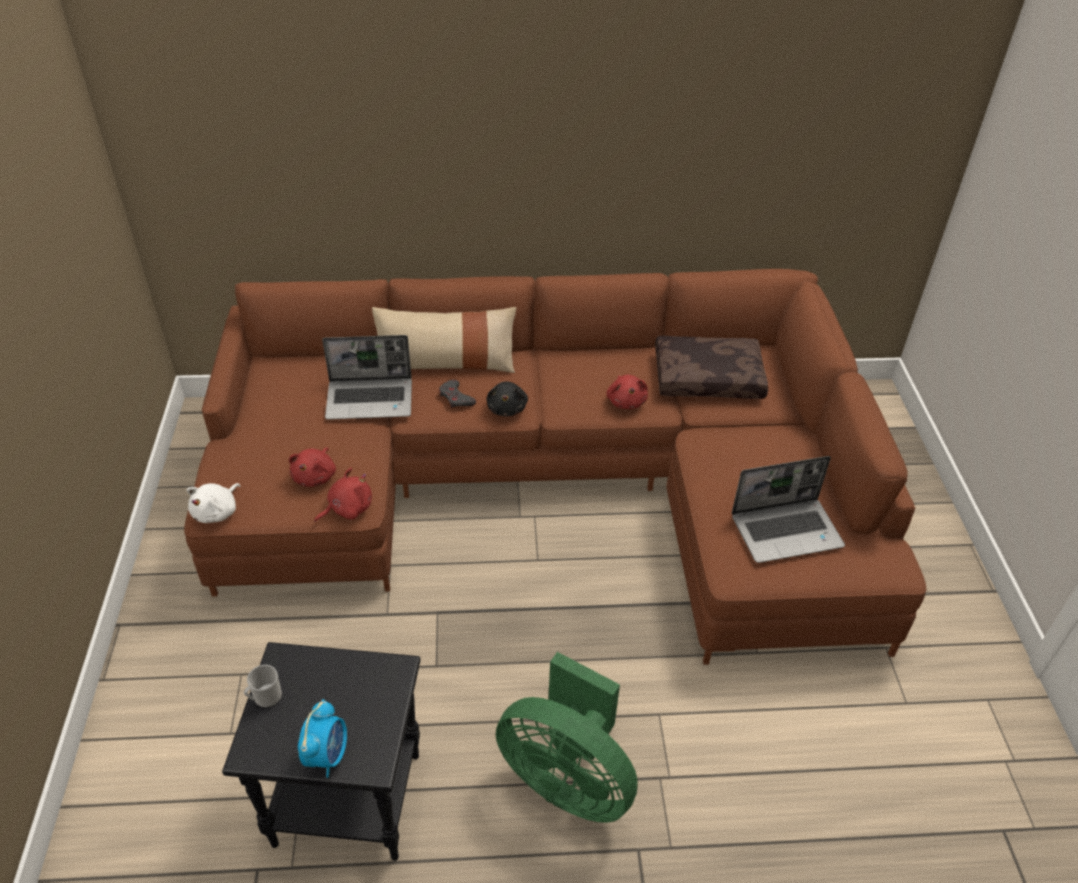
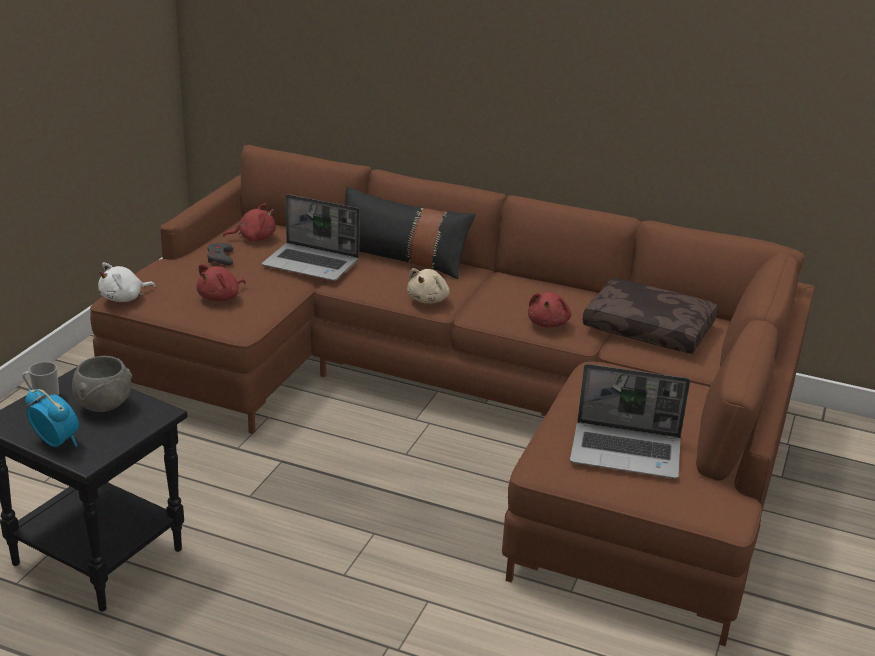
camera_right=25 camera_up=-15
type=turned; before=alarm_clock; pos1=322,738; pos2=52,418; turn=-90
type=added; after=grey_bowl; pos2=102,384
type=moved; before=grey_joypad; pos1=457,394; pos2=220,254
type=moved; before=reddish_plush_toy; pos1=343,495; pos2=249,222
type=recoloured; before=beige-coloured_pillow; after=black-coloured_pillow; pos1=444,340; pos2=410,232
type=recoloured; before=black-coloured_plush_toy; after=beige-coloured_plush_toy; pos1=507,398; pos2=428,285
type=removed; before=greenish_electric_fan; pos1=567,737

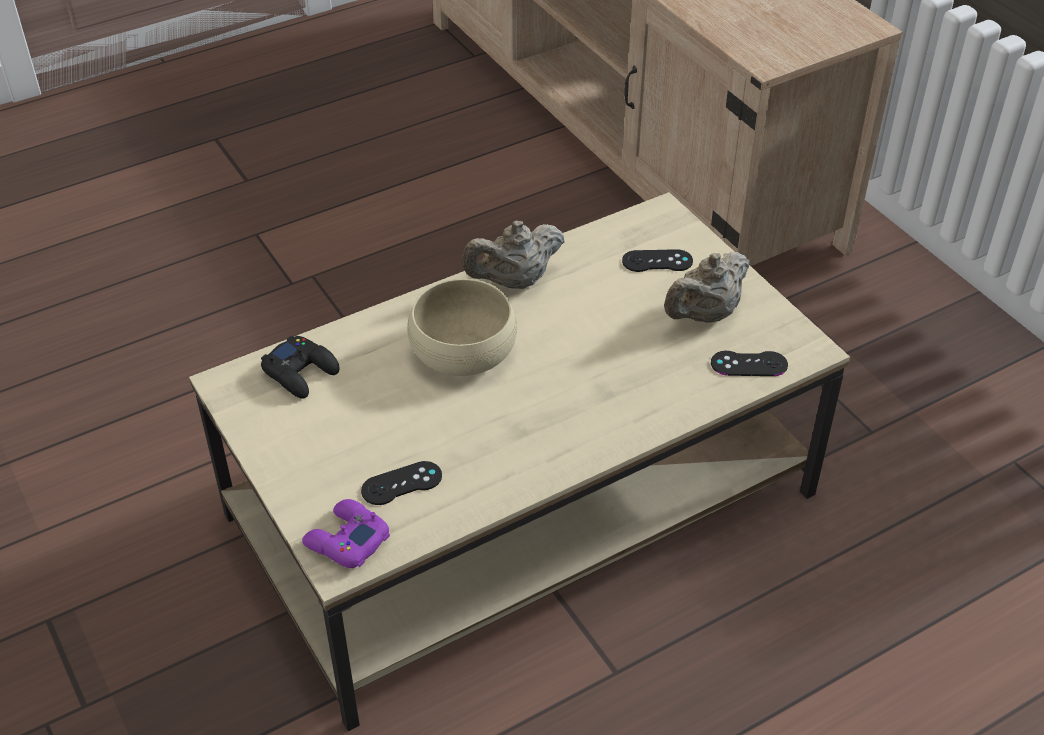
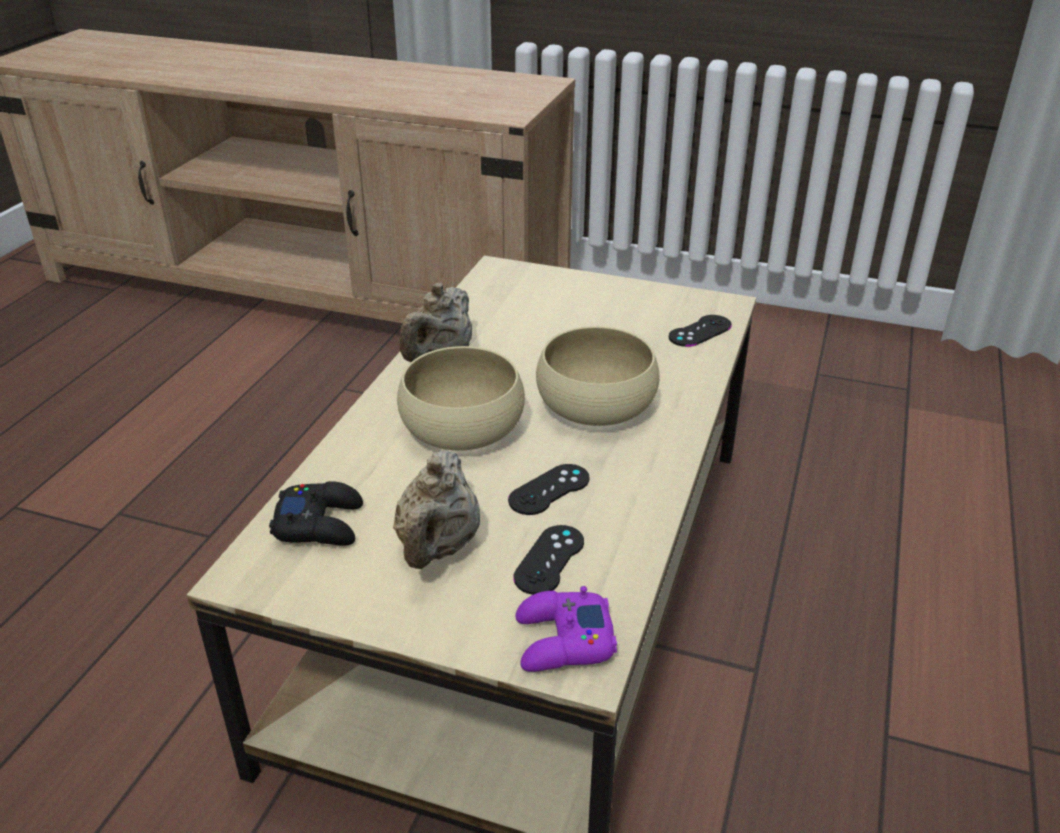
camera_right=-40 camera_up=-10
type=moved; before=beige-coloured_teapot; pos1=706,287; pos2=436,510
type=moved; before=black-coloured_joypad; pos1=657,260; pos2=549,489
type=added; after=beige-coloured_bowl; pos2=597,376

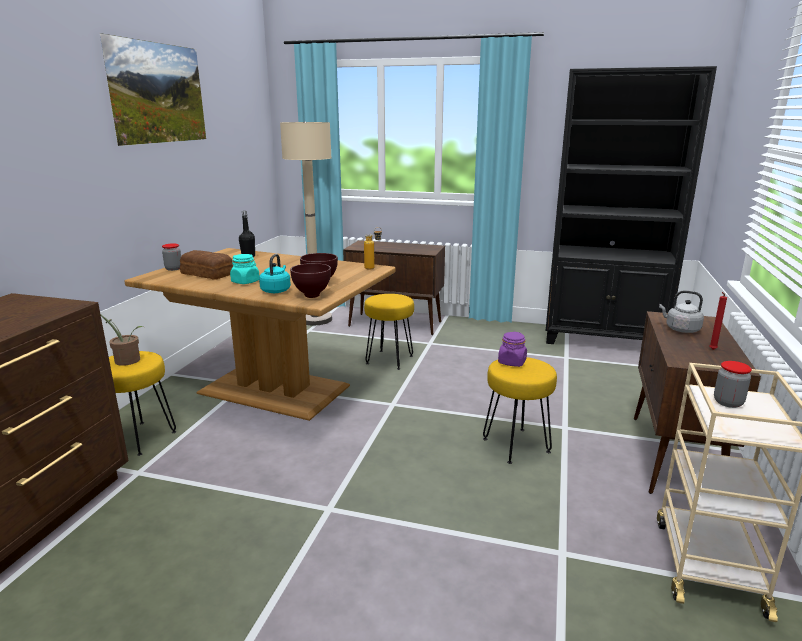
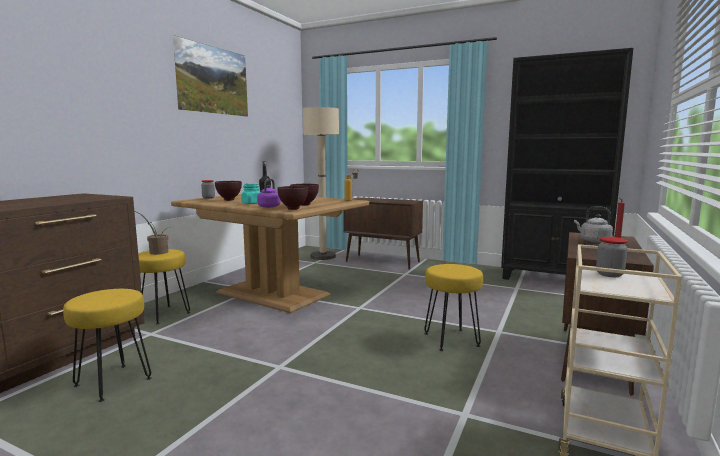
camera_right=10 camera_up=-10
type=moved; before=yellow-coloured_sitting_stool; pos1=389,332; pos2=107,345
type=replaced; before=bread; after=brown_bowl; pos1=206,265; pos2=228,191
type=recoloured; before=turquoise-coloured_tea_kettle; after=purplish_tea_kettle; pos1=275,273; pos2=269,193
type=removed; before=purplish_preserve_jar; pos1=512,349

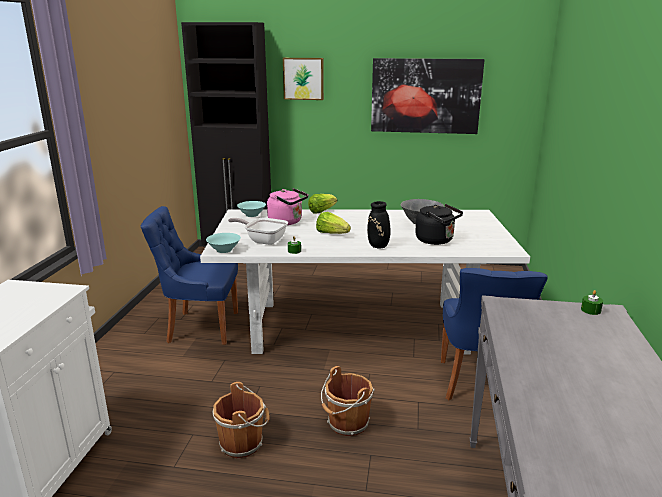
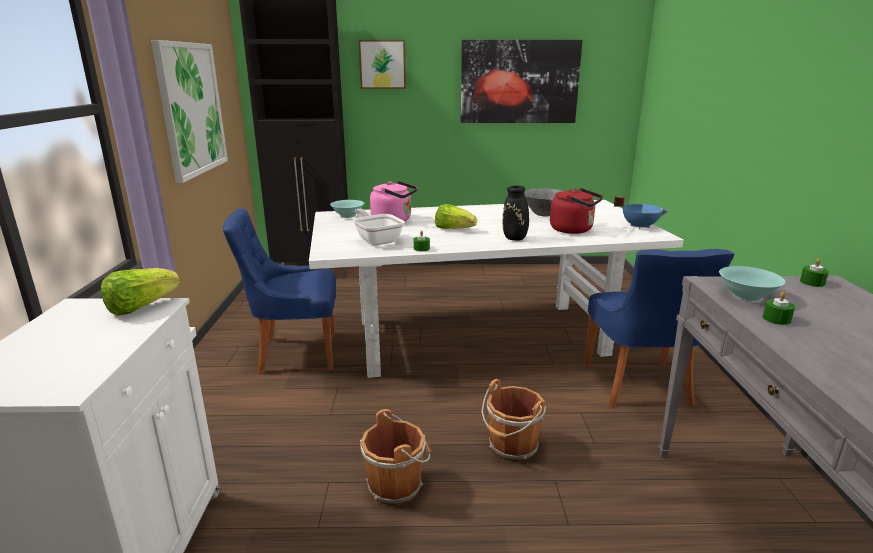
camera_right=-10 camera_up=0
type=moved; before=lettuce; pos1=322,204; pos2=140,292
type=added; after=wall_art; pos2=189,111
type=turned; before=pan; pos1=258,231; pos2=379,227; turn=45
type=recoloured; before=black-coloured_tea_kettle; after=reddish_tea_kettle; pos1=439,224; pos2=576,211
type=added; after=bluish_cooking_pot; pos2=641,212
type=moved; before=turquoise-coloured_bowl; pos1=223,243; pos2=752,283
type=added; after=greenish_candle; pos2=779,308

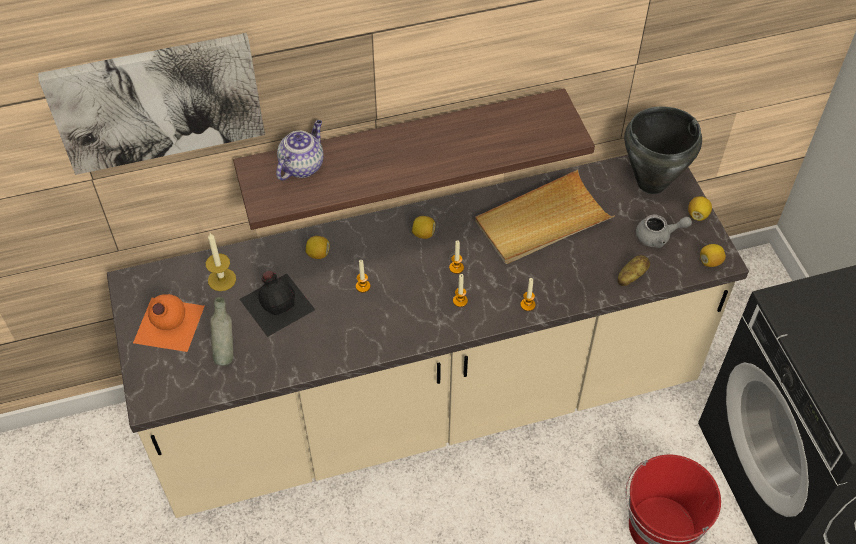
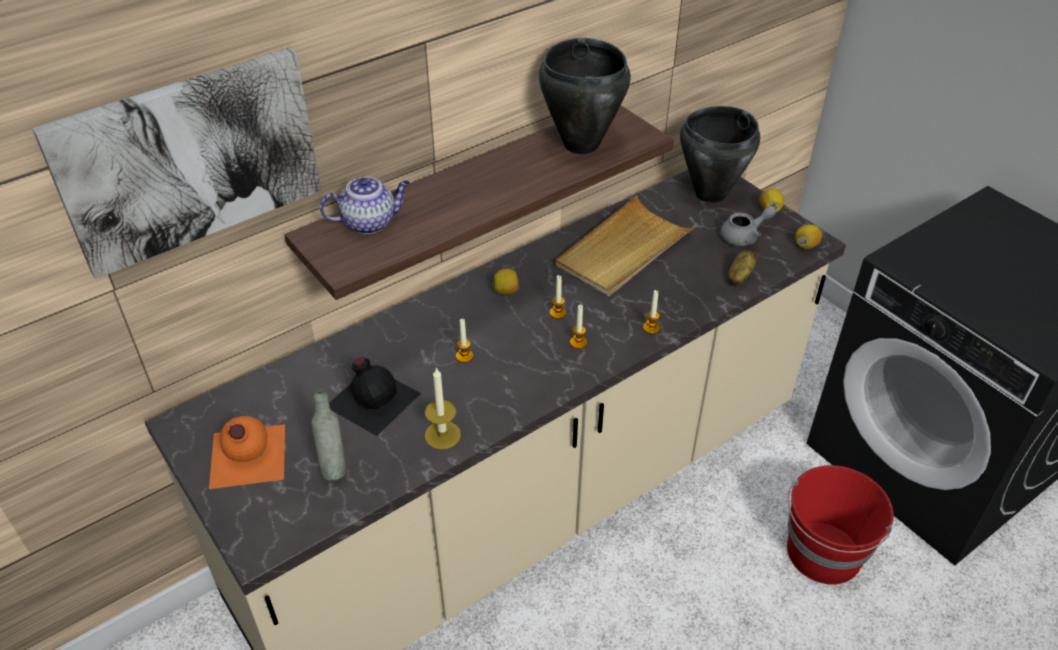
camera_right=-20 camera_up=-10
type=turned; before=teapot; pos1=300,150; pos2=365,205; turn=60
type=moved; before=candle; pos1=221,262; pos2=443,408
type=added; after=black-coloured_cooking_pot; pos2=585,96
type=removed; before=whole_lemon; pos1=318,247

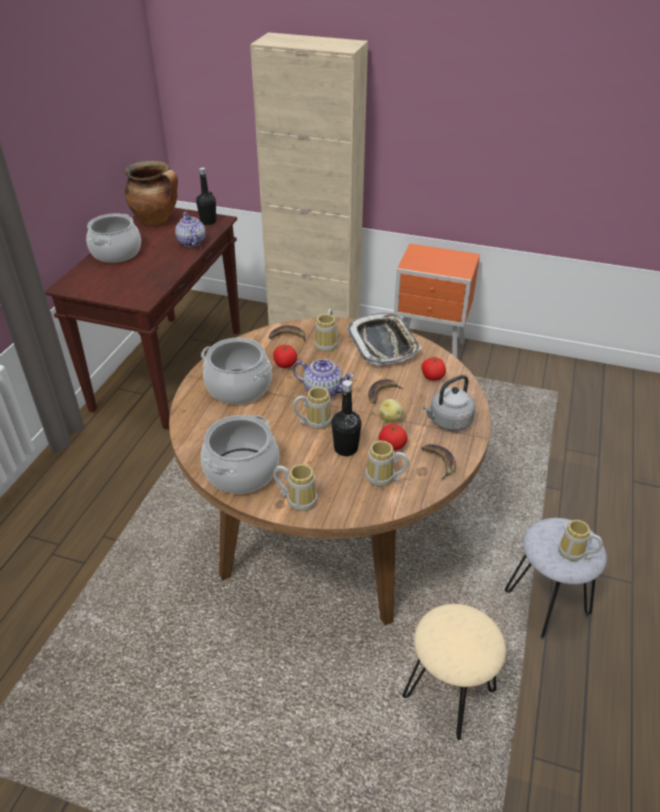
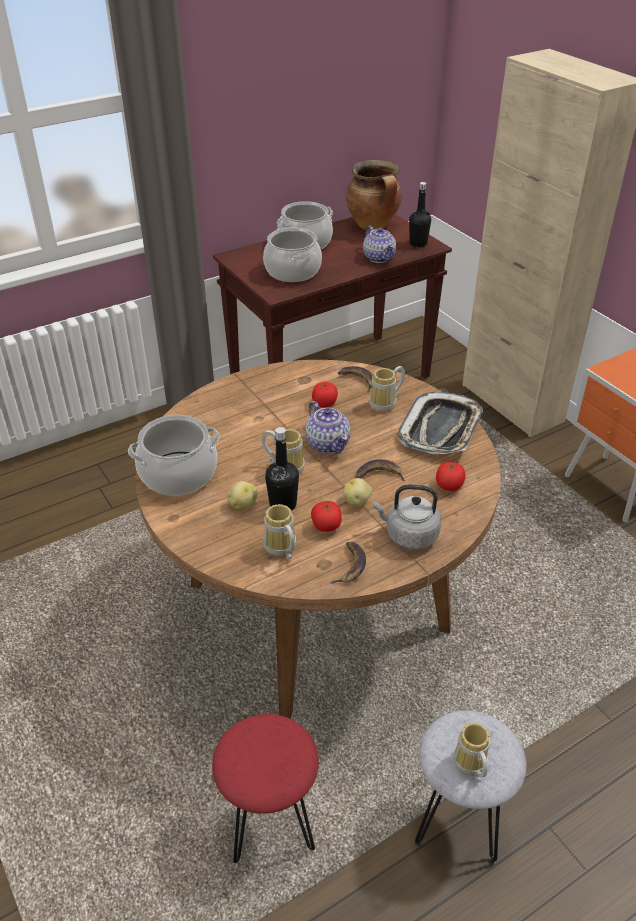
camera_right=40 camera_up=0
type=recoloured; before=beige-coloured_sitting_stool; after=reddish_sitting_stool; pos1=454,672; pos2=265,788
type=added; after=potato; pos2=242,495
type=moved; before=cooking_pot; pos1=236,371; pos2=292,255
type=turned; before=teapot; pos1=190,229; pos2=379,244; turn=135
type=removed; before=tea_mug; pos1=295,487

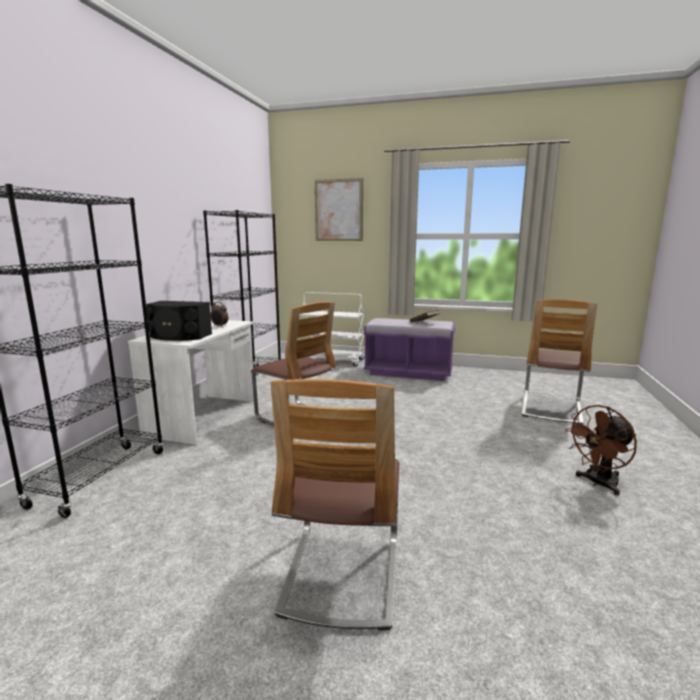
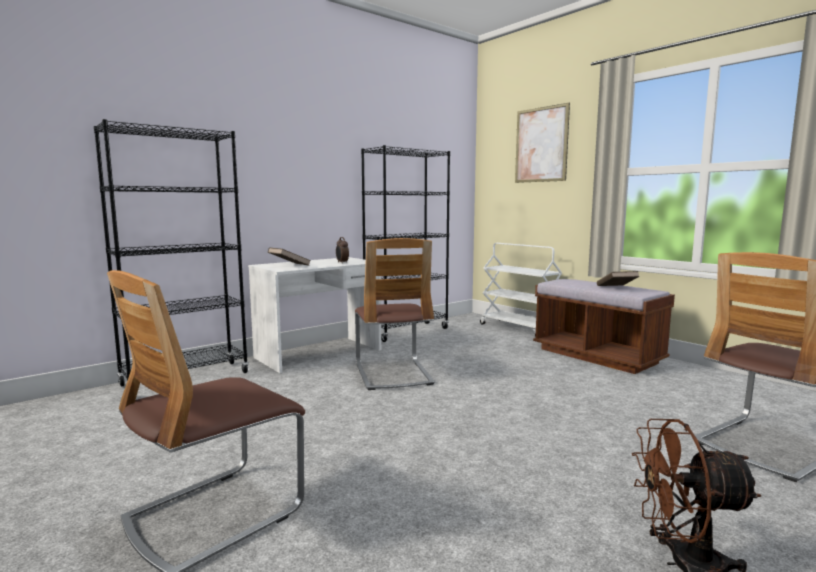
camera_right=35 camera_up=-5
type=replaced; before=black-coloured_loudspeaker; after=brown_book; pos1=179,321; pos2=289,256
type=recoloured; before=purplish_bench; after=brown_bench; pos1=409,349; pos2=604,326

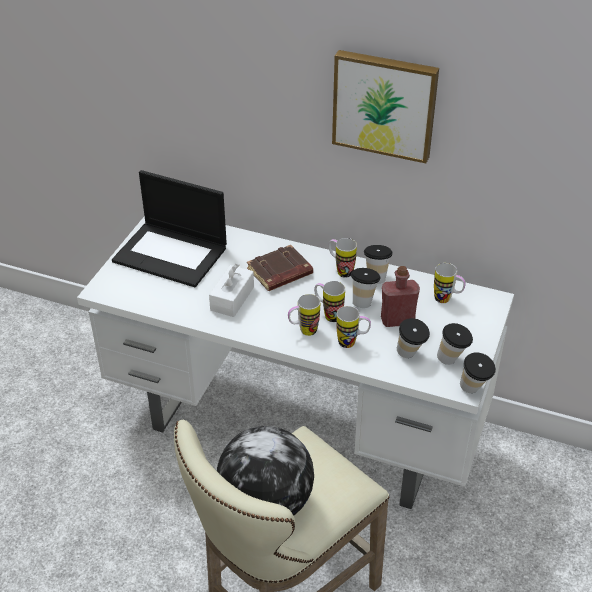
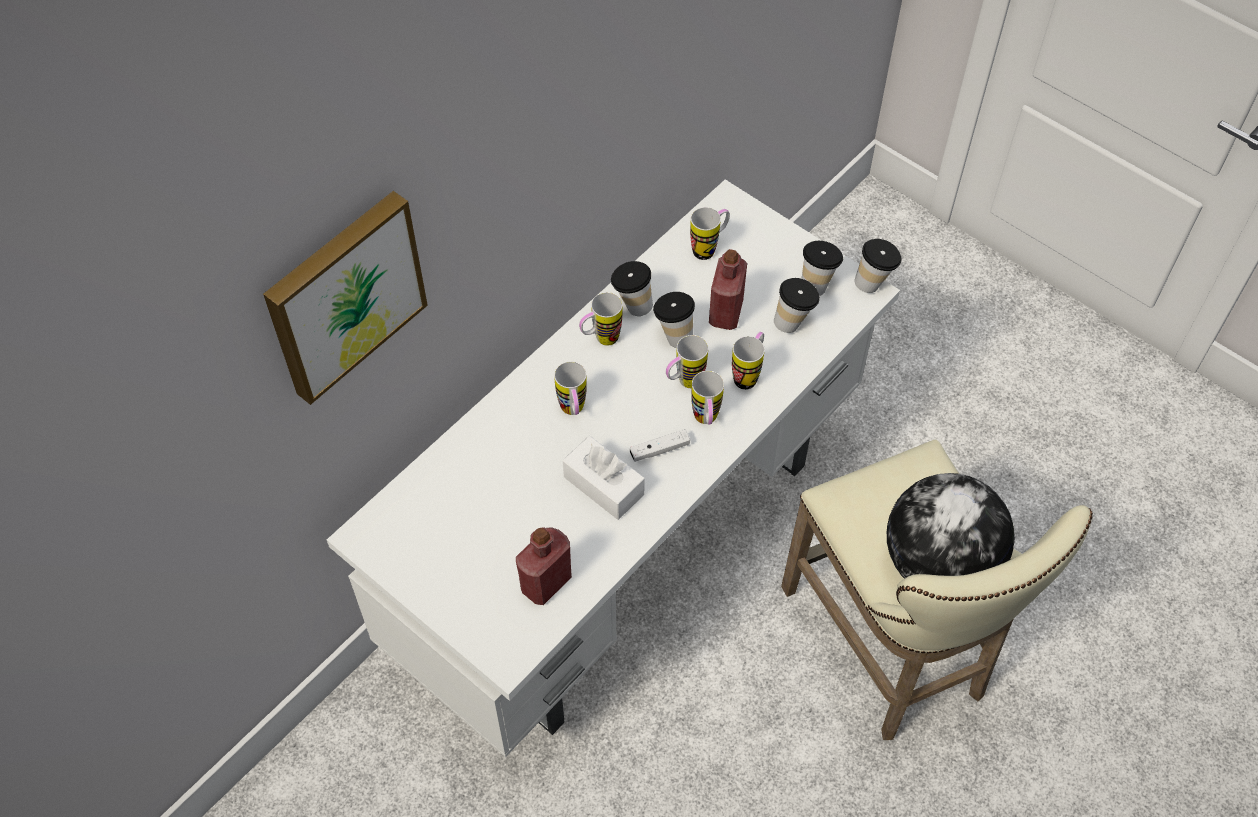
camera_right=-70 camera_up=15
type=moved; before=wall_art; pos1=385,106; pos2=345,298
type=added; after=reddish_bottle; pos2=544,566
type=replaced; before=brown_book; after=tea_mug; pos1=280,268; pos2=570,388
type=added; after=whitish_joypad; pos2=660,445
type=removed; before=portable_computer; pos1=169,228

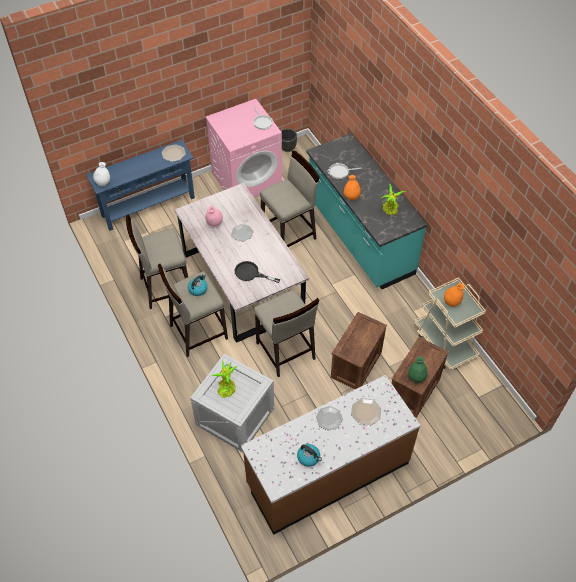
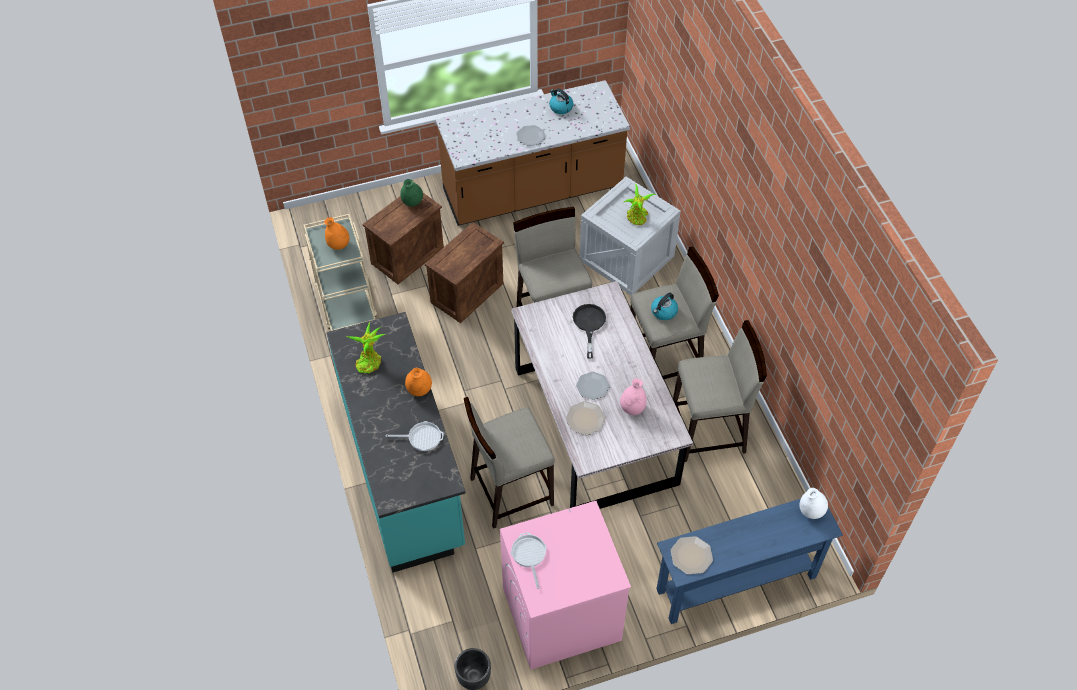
camera_right=-170 camera_up=0
type=moved; before=plate; pos1=366,412; pos2=586,418
type=turned; before=black-coloured_pan; pos1=257,272; pos2=589,331; turn=-120

